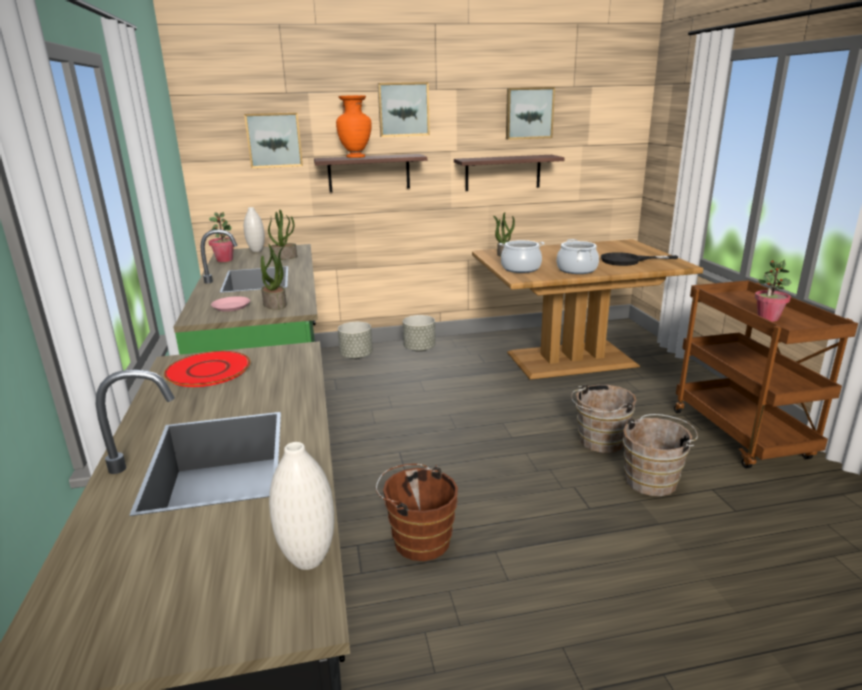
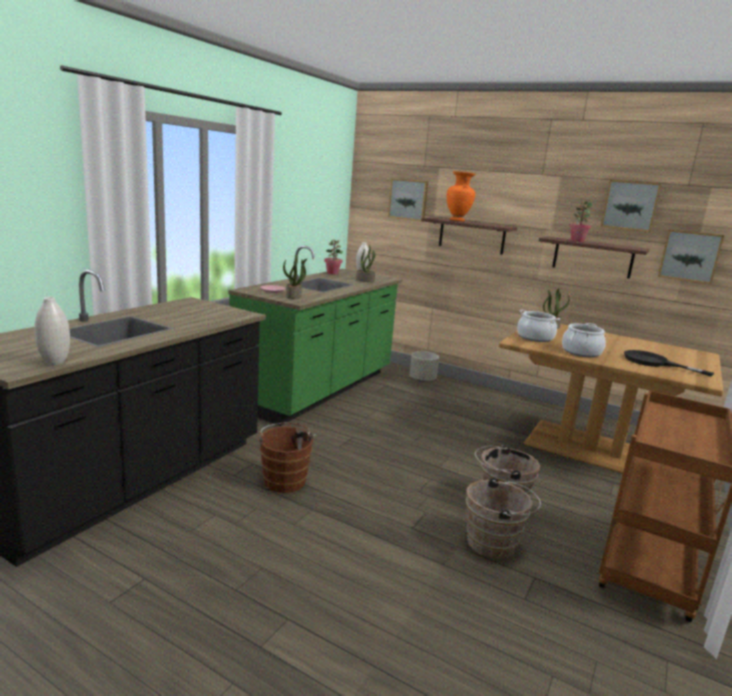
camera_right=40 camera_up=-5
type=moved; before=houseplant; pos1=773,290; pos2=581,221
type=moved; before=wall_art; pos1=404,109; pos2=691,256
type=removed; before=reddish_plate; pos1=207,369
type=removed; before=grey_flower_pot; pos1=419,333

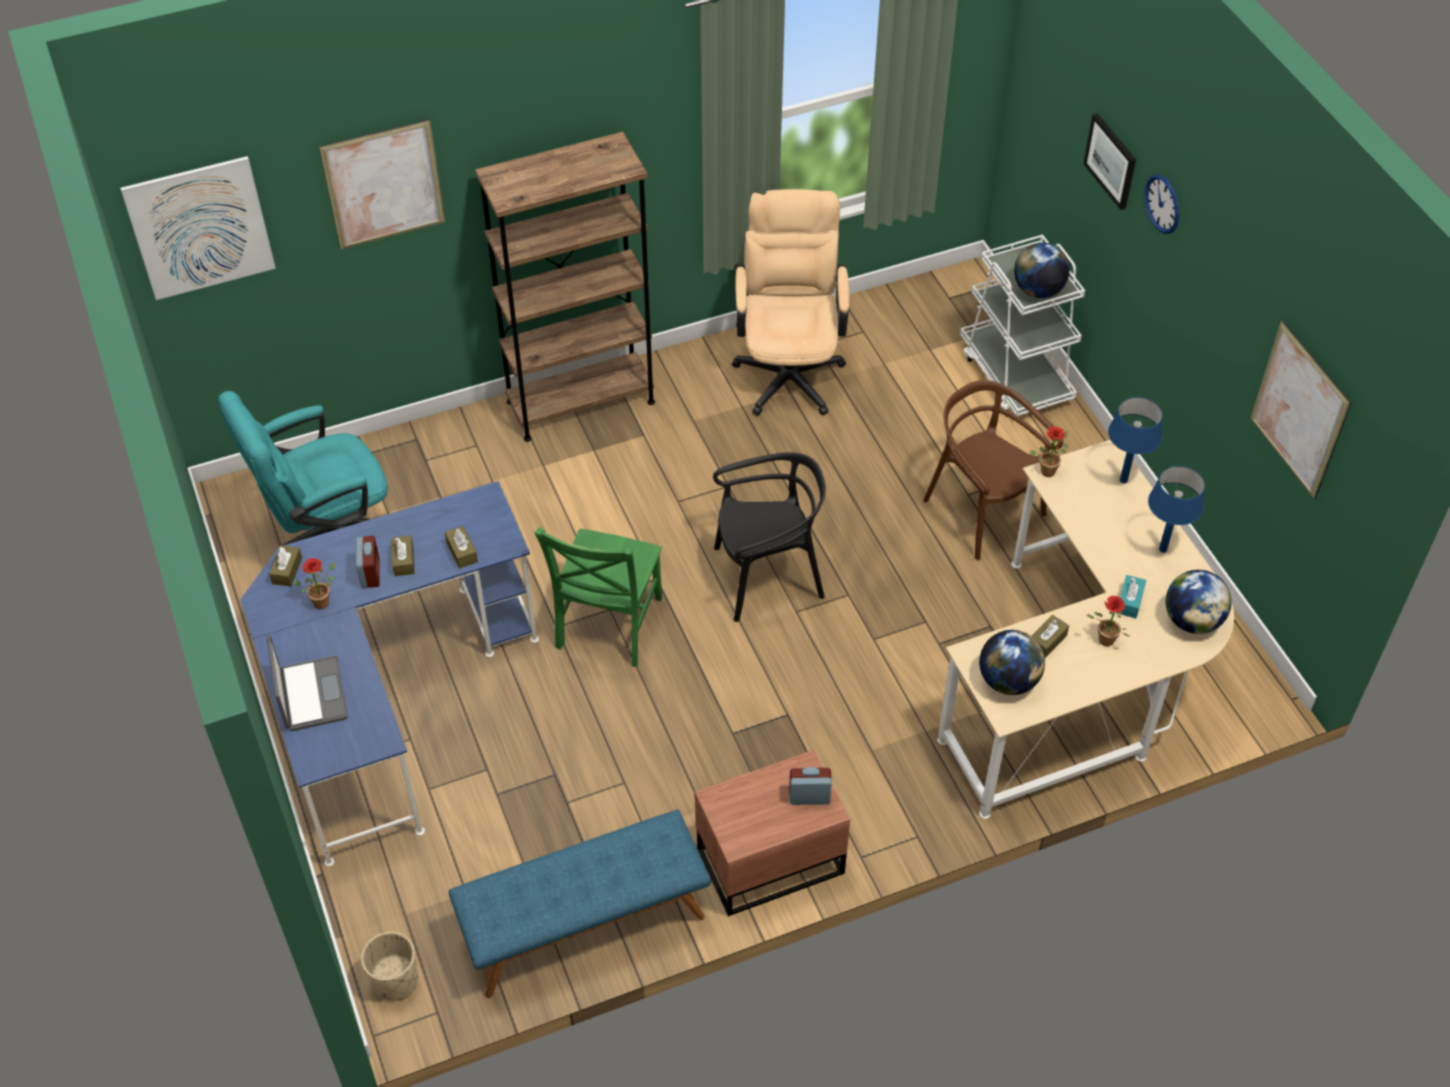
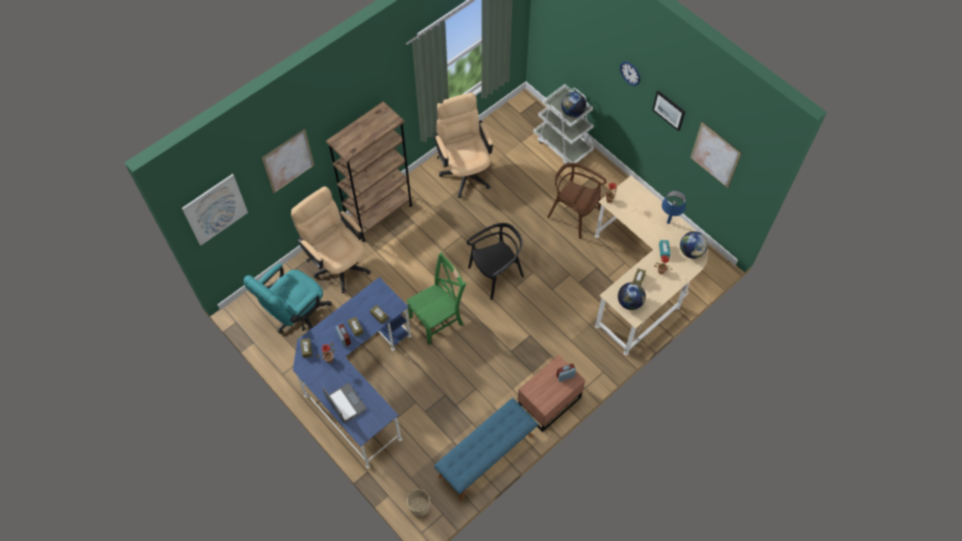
camera_right=-20 camera_up=10
type=added; after=beige-coloured_computer_chair; pos2=331,239
type=turned; before=greenish_plain_chair; pos1=598,597; pos2=436,298; turn=-120
type=moved; before=wall_art; pos1=1110,161; pos2=668,110
type=removed; before=bluish_lamp_for_a_table; pos1=1135,440

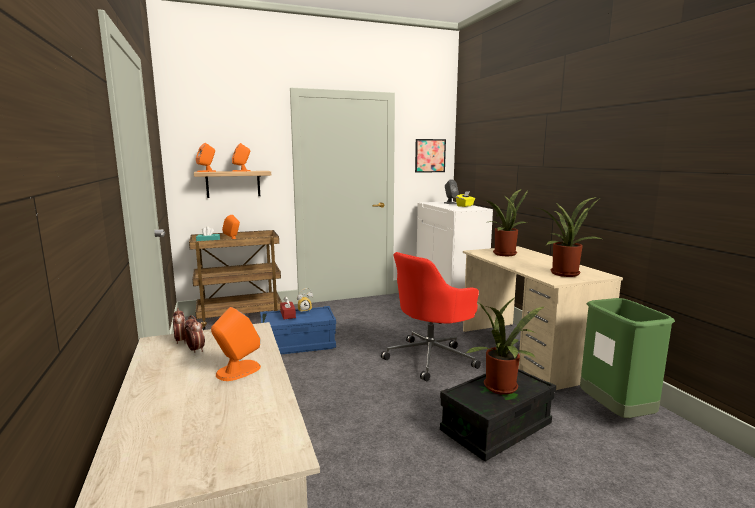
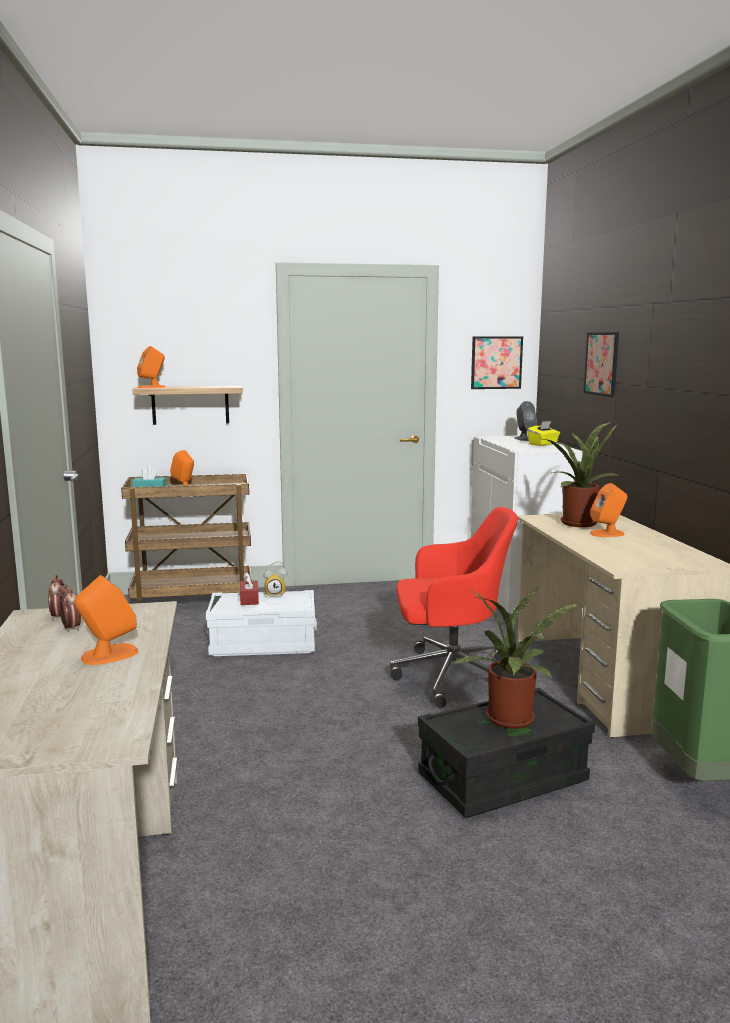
camera_right=10 camera_up=0
type=recoloured; before=bluish_storage_container; after=whitish_storage_container; pos1=298,330; pos2=261,623
type=turned; before=reddish_computer_chair; pos1=431,316; pos2=454,607; turn=-150
type=added; after=wall_art; pos2=601,364
type=moved; before=orangey_loudspeaker; pos1=241,157; pos2=609,510
type=removed; before=houseplant; pos1=566,237

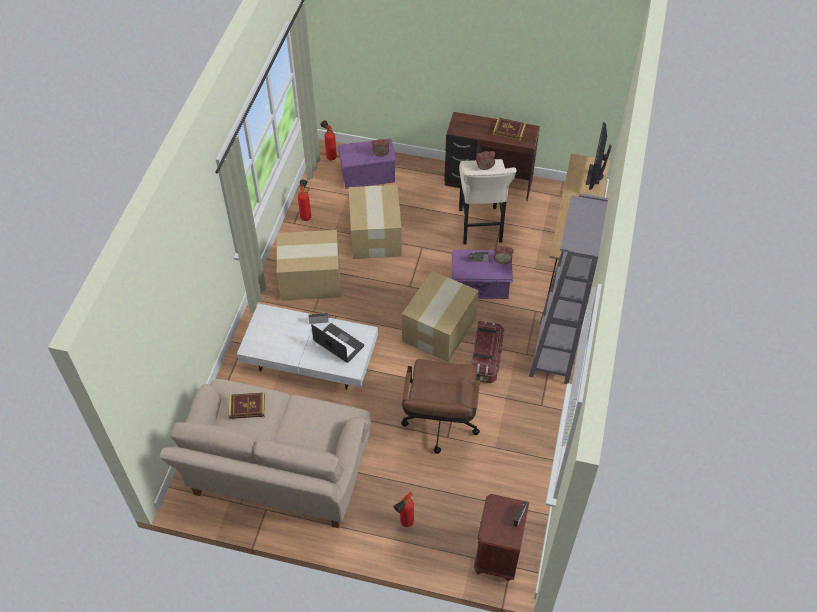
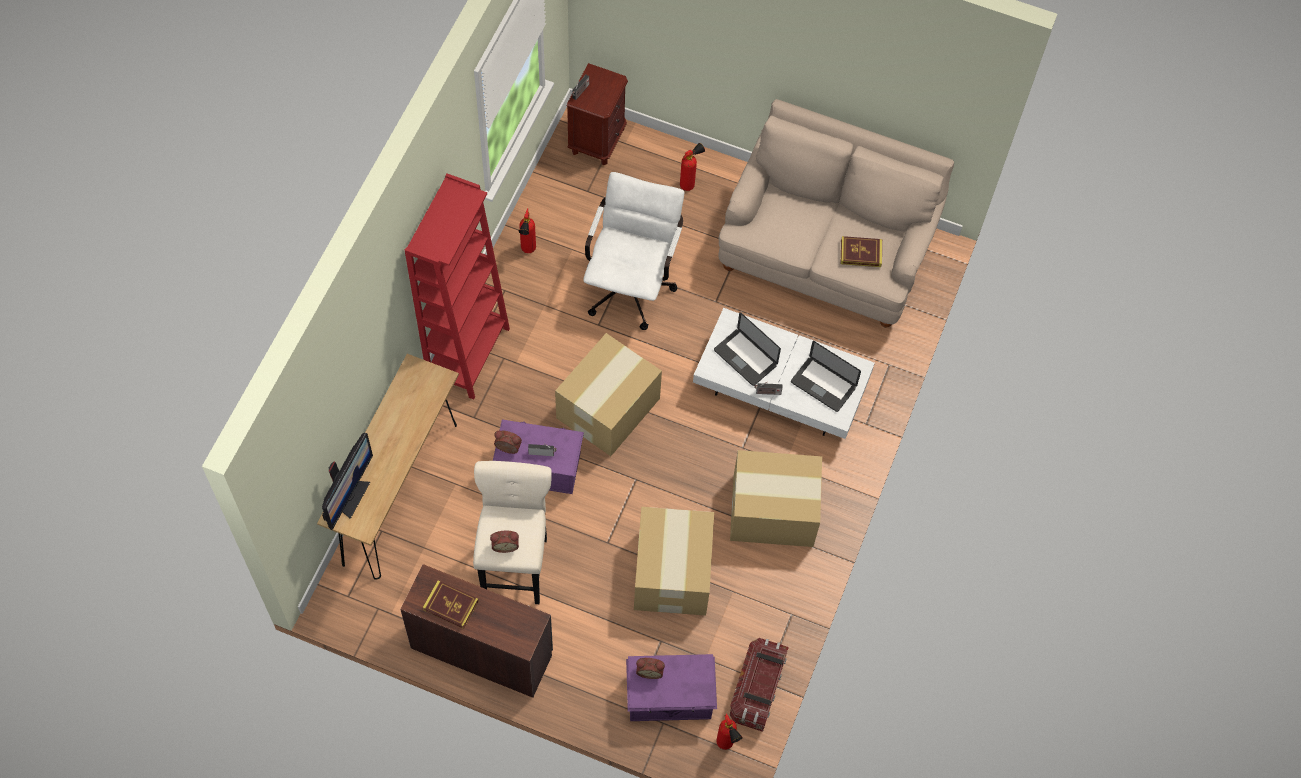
camera_right=-175 camera_up=10
type=recoloured; before=grey_bookcase; after=reddish_bookcase; pos1=569,288; pos2=457,286
type=moved; before=extinguisher; pos1=304,200; pos2=527,230
type=recoloured; before=brown_computer_chair; after=whitish_computer_chair; pos1=441,406; pos2=633,251
type=moved; before=storage_container; pos1=487,352; pos2=759,685
type=added; after=portable_computer; pos2=826,376

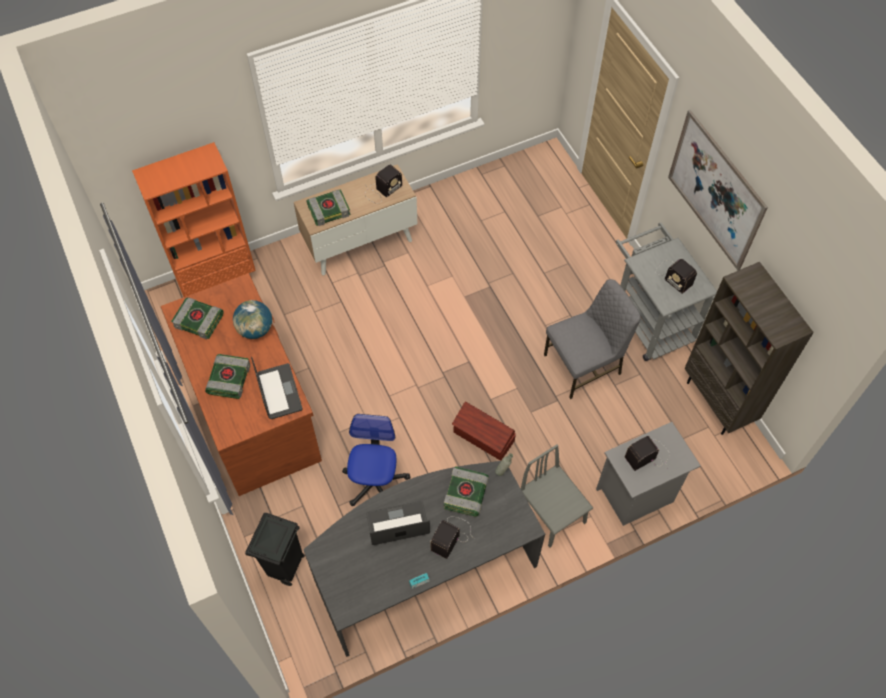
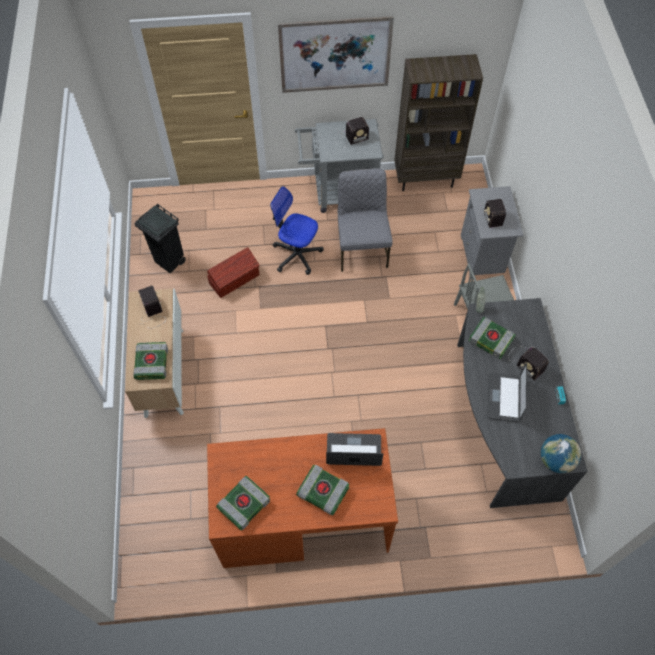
camera_right=-70 camera_up=0
type=moved; before=black-coloured_waste_bin; pos1=275,549; pos2=160,238
type=moved; before=brown_storage_container; pos1=484,431; pos2=233,272
type=moved; before=computer_chair; pos1=376,460; pos2=297,230
type=moved; before=globe; pos1=252,319; pos2=561,453
type=removed; before=orangey_bookcase; pos1=194,219

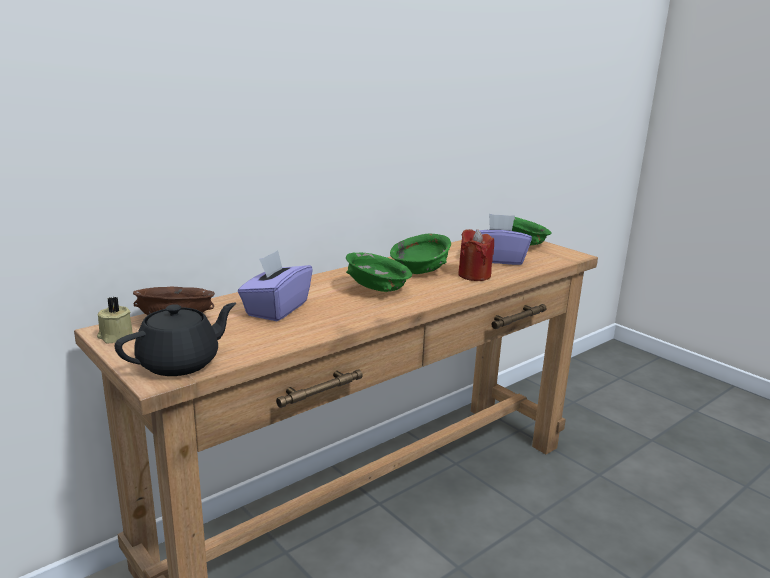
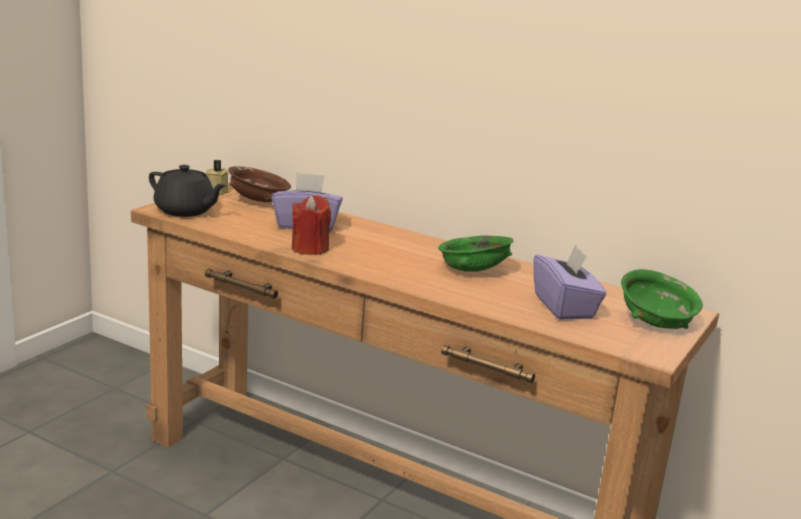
camera_right=70 camera_up=0
type=moved; before=reddish_candle; pos1=476,255; pos2=311,225
type=removed; before=greenish_bowl; pos1=379,272

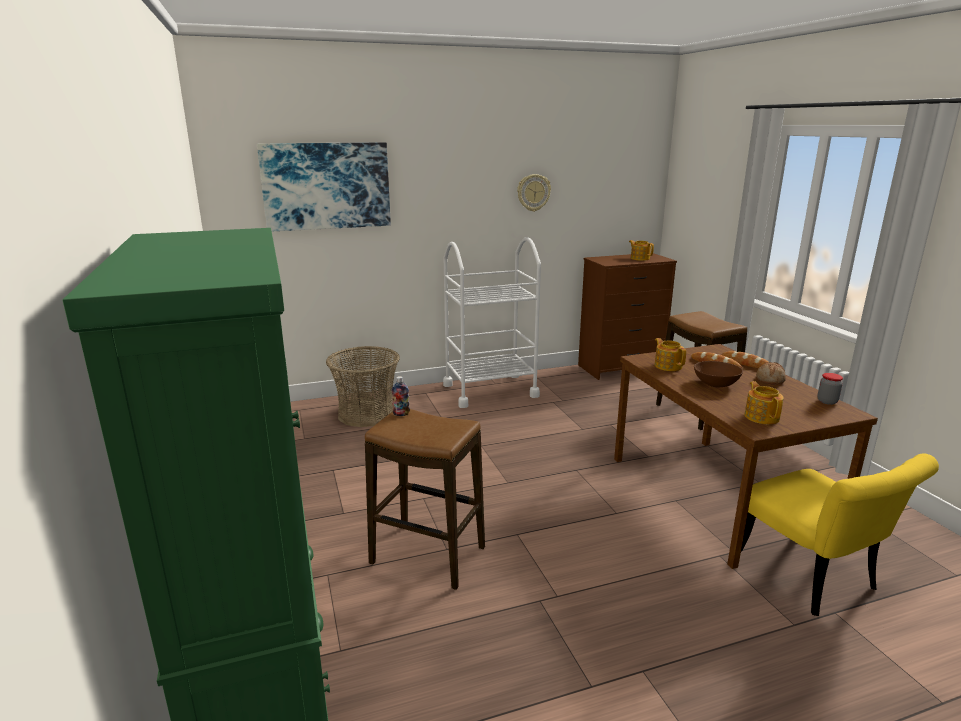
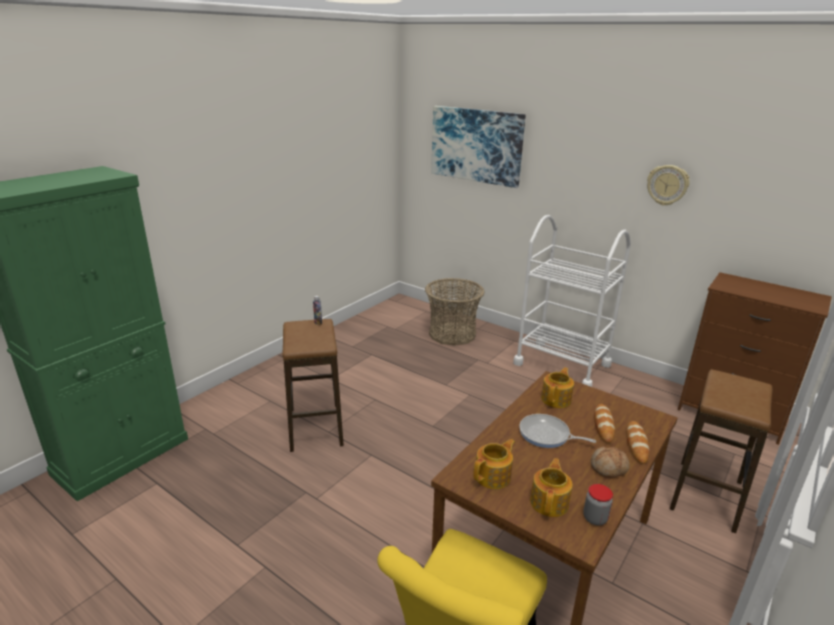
camera_right=55 camera_up=5
type=replaced; before=brown_bowl; after=pan; pos1=718,374; pos2=557,431
type=moved; before=teapot; pos1=641,250; pos2=551,487

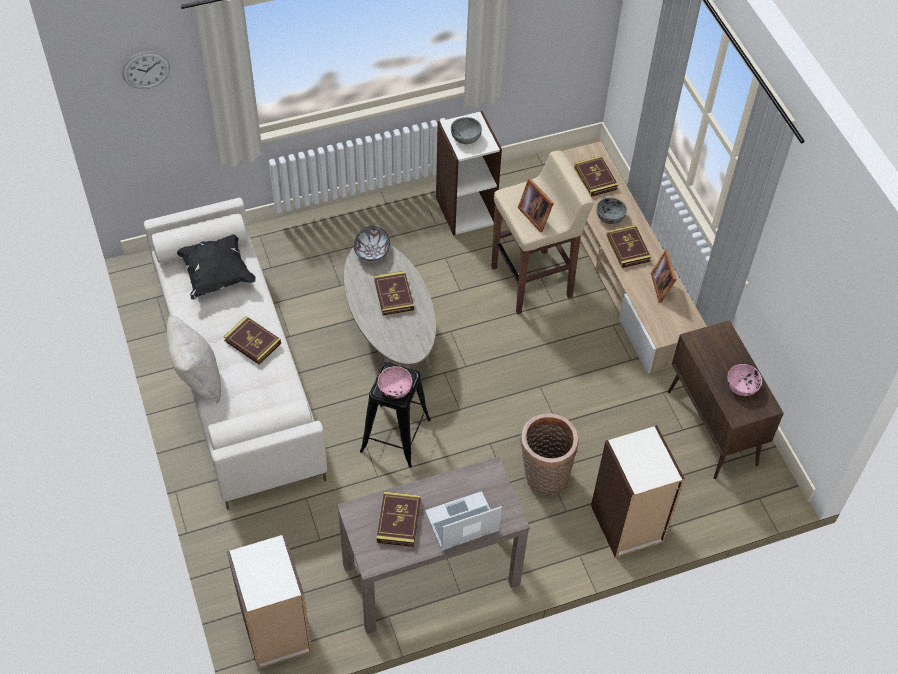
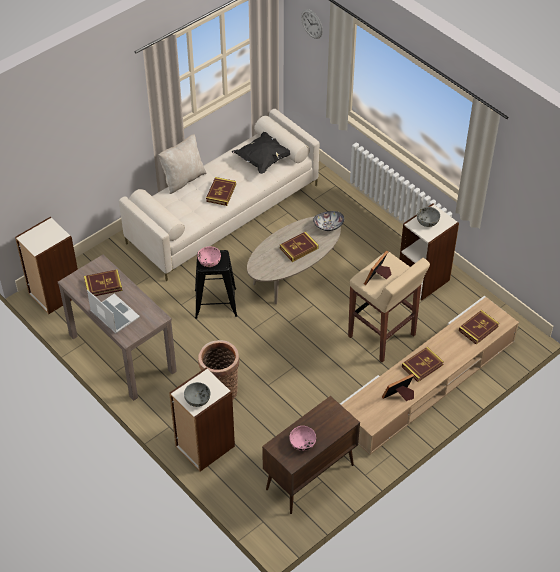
camera_right=70 camera_up=-5
type=moved; before=grey_bowl; pos1=612,211; pos2=197,394

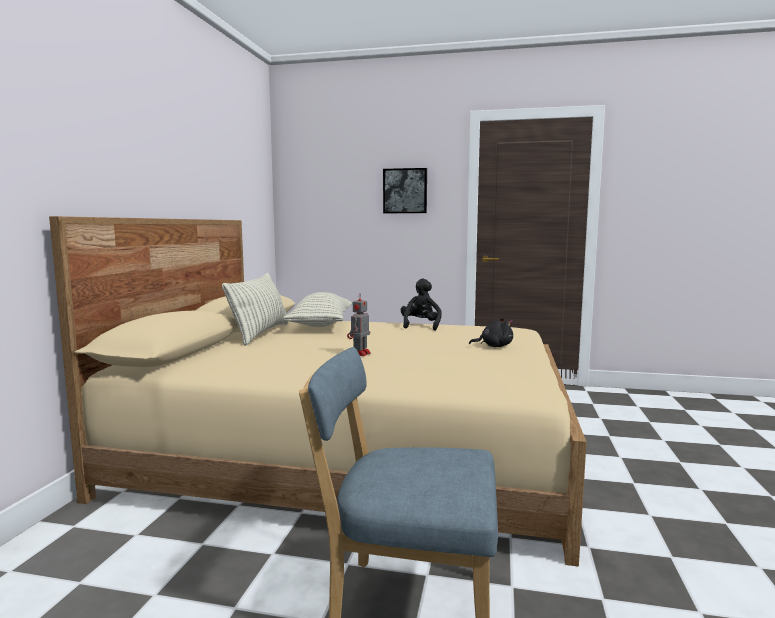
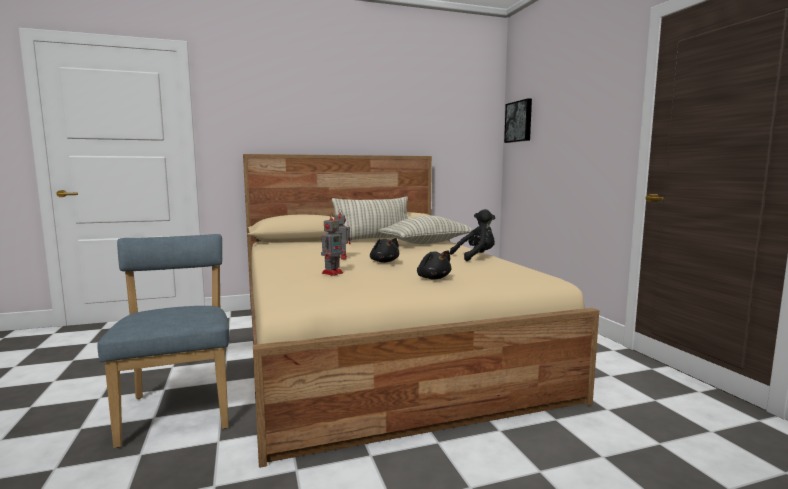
camera_right=60 camera_up=0
type=added; after=model_robot; pos2=333,244
type=added; after=black-coloured_plush_toy; pos2=384,250
type=moved; before=wall_art; pos1=405,190; pos2=518,120

